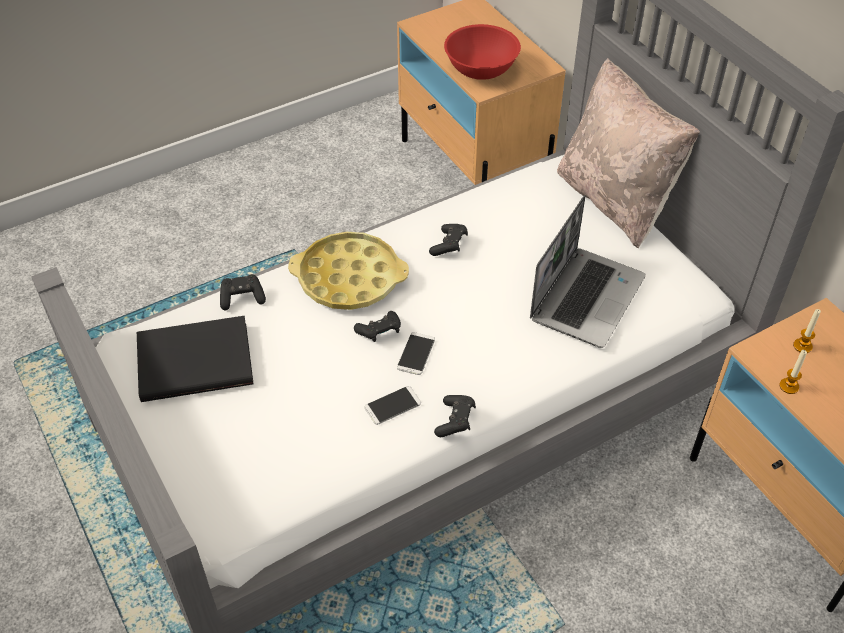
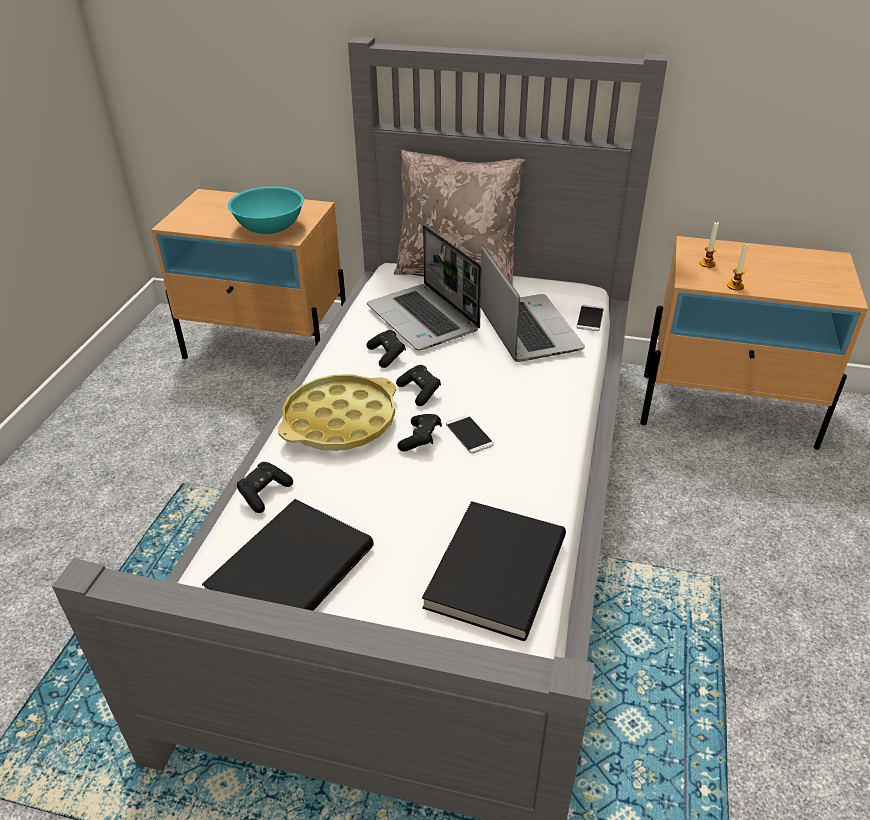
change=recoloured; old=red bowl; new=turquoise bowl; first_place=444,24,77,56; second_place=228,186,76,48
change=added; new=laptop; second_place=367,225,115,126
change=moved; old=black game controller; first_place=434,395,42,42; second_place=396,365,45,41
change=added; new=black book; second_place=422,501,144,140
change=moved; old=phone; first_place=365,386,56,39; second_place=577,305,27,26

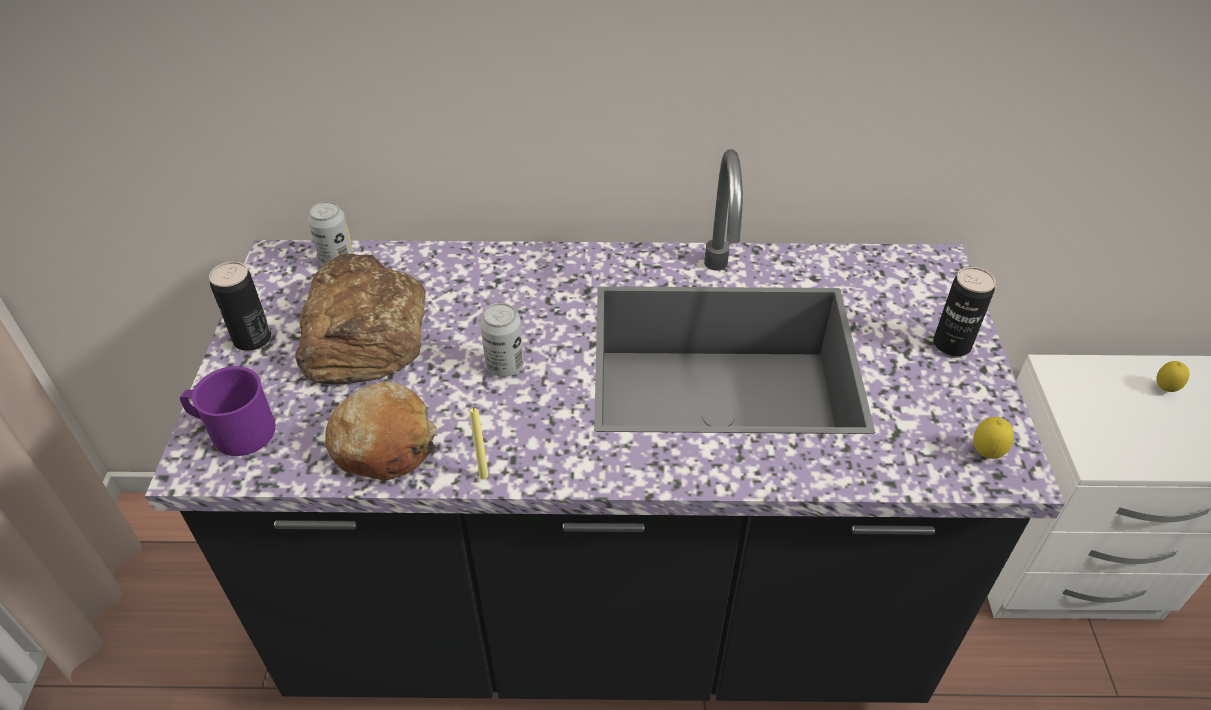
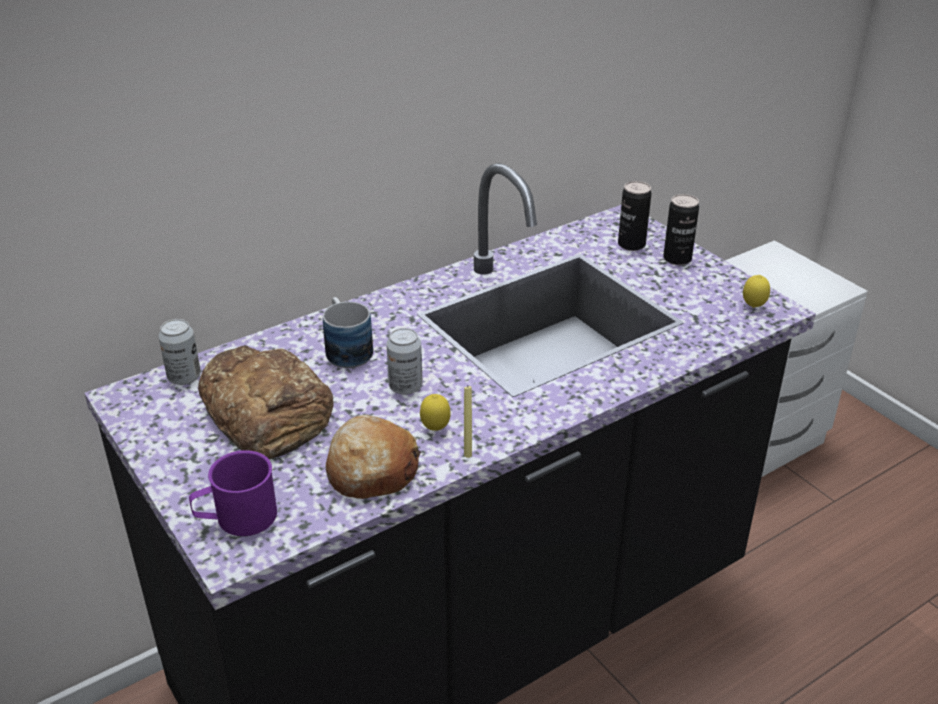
change=added; new=mug; second_place=323,297,50,71
change=moved; old=lemon; first_place=1156,361,33,31; second_place=420,394,31,37
change=moved; old=can; first_place=209,262,62,89; second_place=618,181,33,70

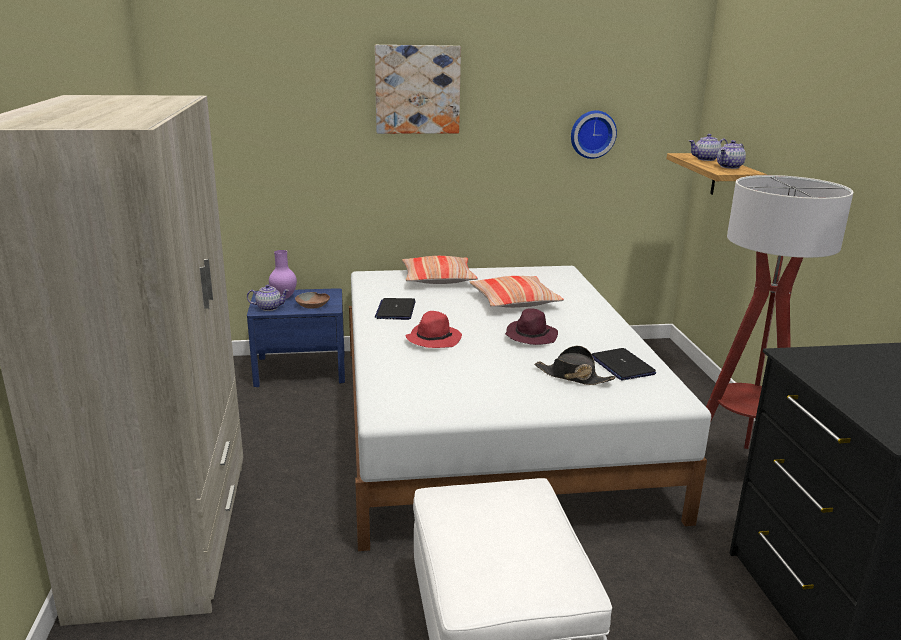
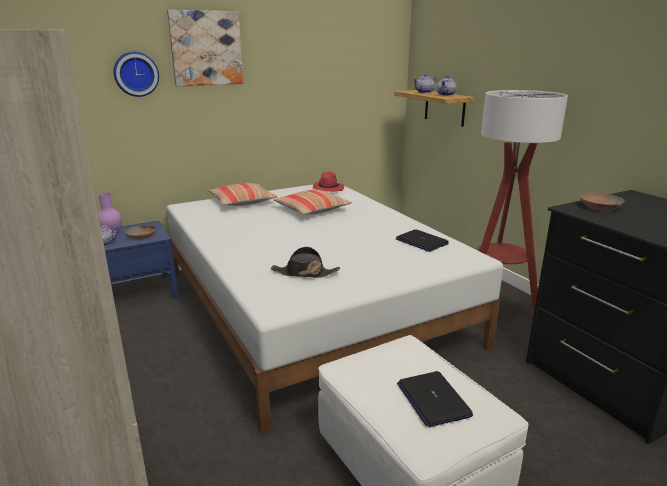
change=moved; old=wall clock; first_place=571,111,46,48; second_place=114,52,45,45
change=moved; old=black hat; first_place=535,346,80,39; second_place=271,247,69,31
change=moved; old=red hat; first_place=405,311,57,37; second_place=313,172,31,20
change=moved; old=laptop; first_place=375,298,41,22; second_place=397,371,76,56
change=added; new=brown bowl; second_place=580,193,45,18
change=removed; old=purple hat; first_place=505,308,53,37

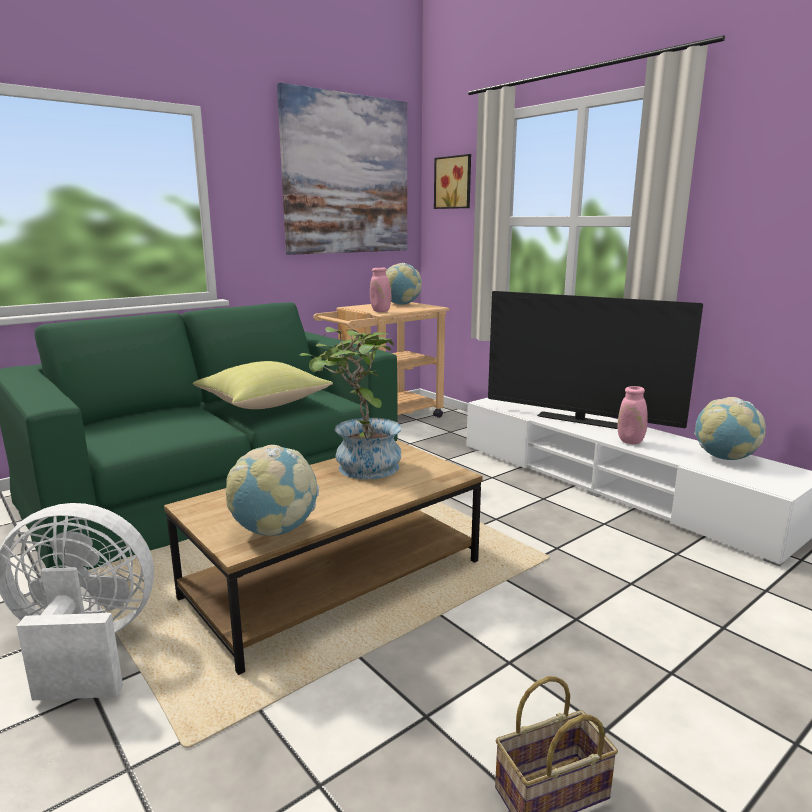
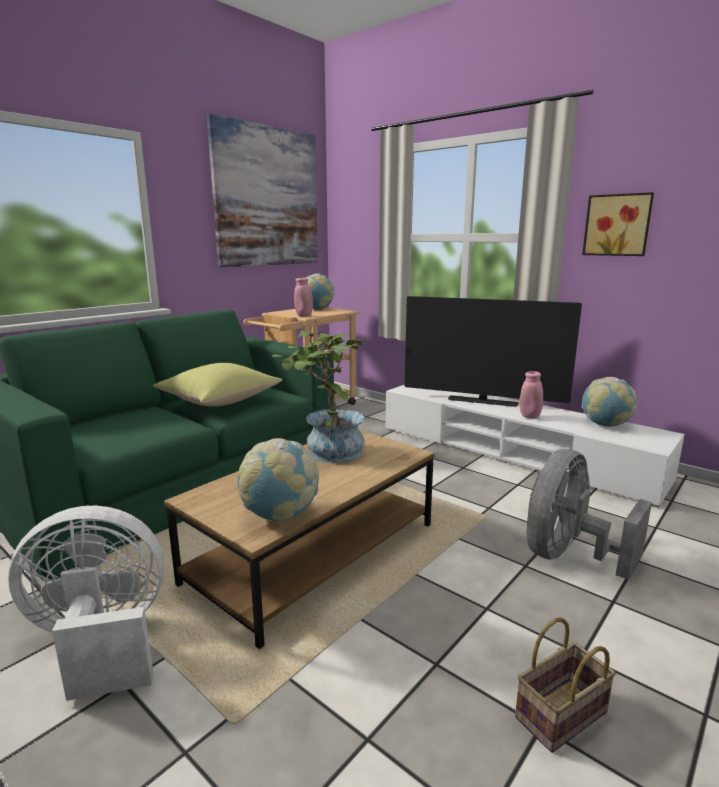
change=added; new=grey fan; second_place=527,449,125,131
change=moved; old=picture; first_place=434,154,37,55; second_place=582,192,72,64

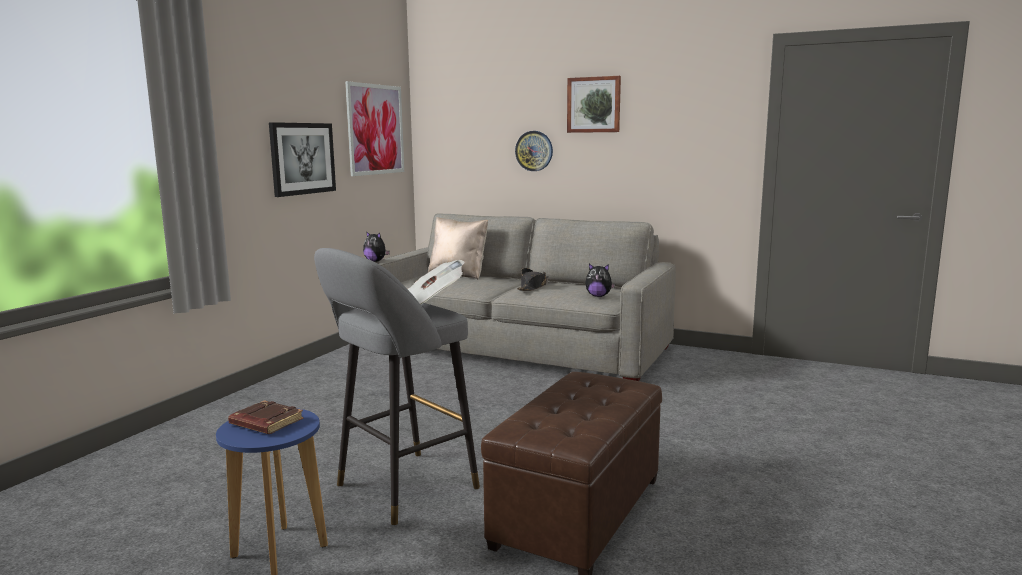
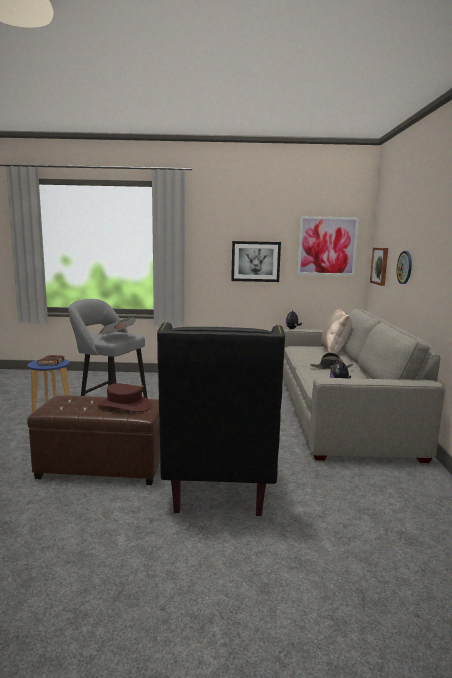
change=added; new=brown hat; second_place=97,383,55,29
change=added; new=black armchair; second_place=157,322,128,194
change=moved; old=picture; first_place=567,76,54,57; second_place=370,247,18,39

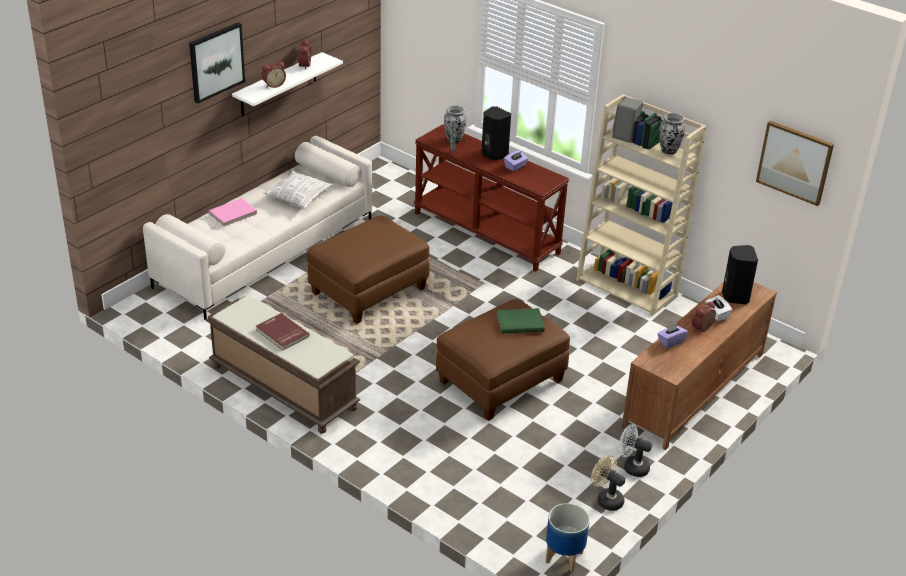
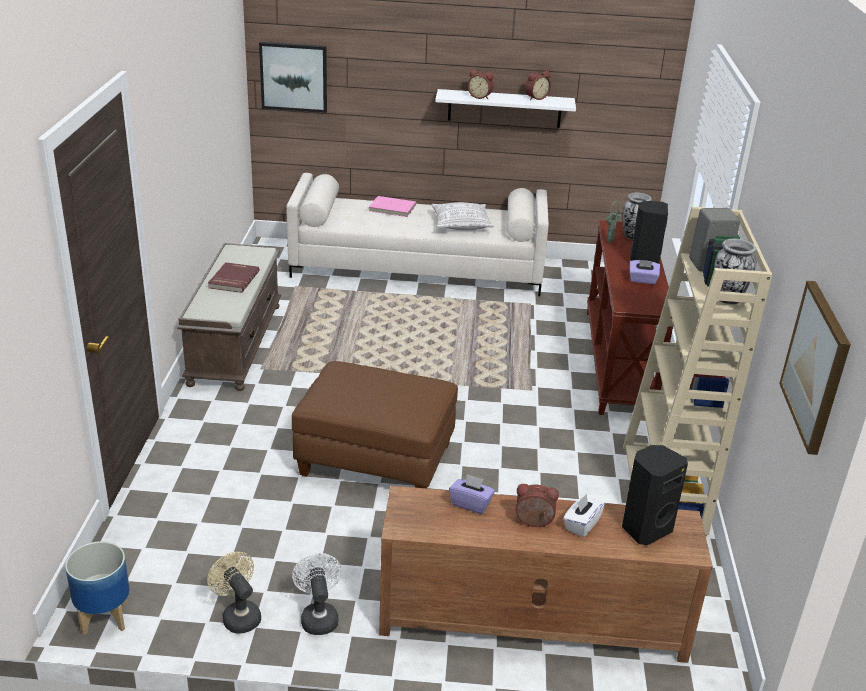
change=turned; old=beige fan; first_place=591,455,34,56; second_place=207,552,54,81; degrees=-45
change=moved; old=picture; first_place=189,23,56,80; second_place=259,42,68,71
change=removed; old=brown ottoman; first_place=307,216,123,108
change=removed; old=green book; first_place=497,308,48,26

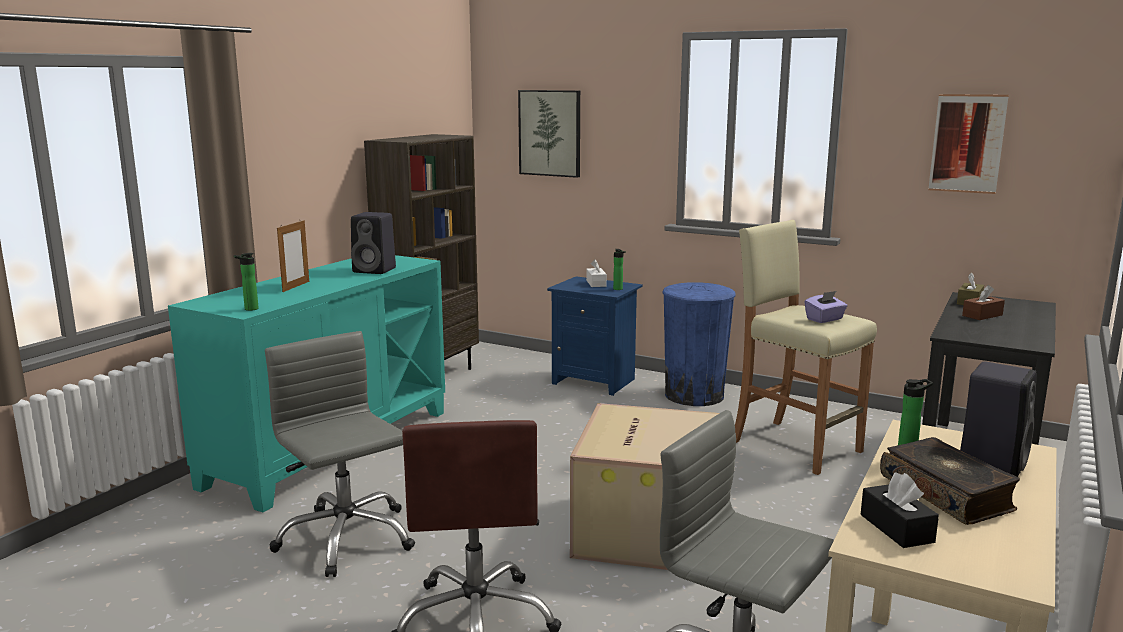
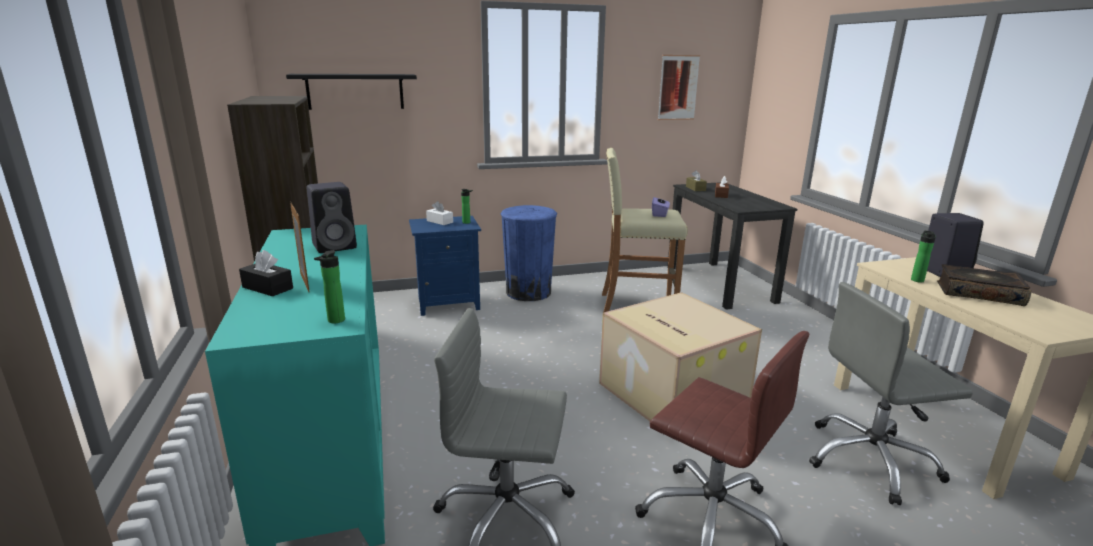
change=moved; old=black tissue box; first_place=861,473,78,75; second_place=239,250,54,46
change=replaced; old=picture; new=black shelf; first_place=518,90,62,88; second_place=286,74,131,36

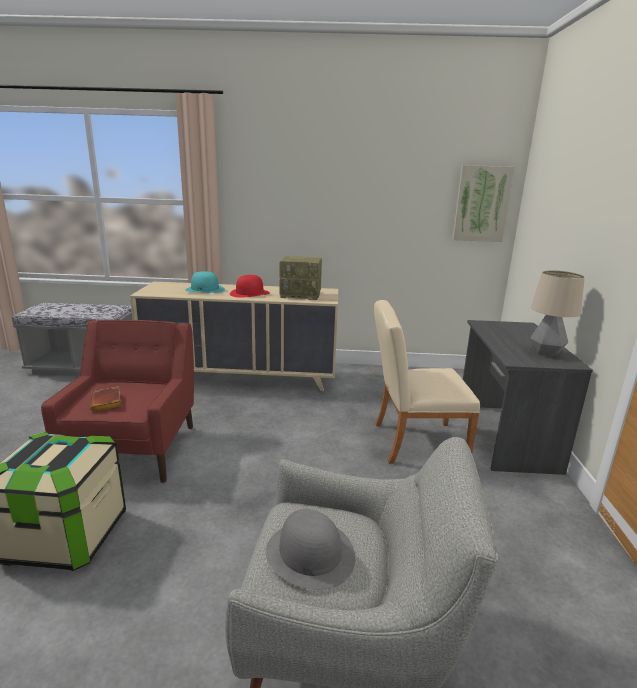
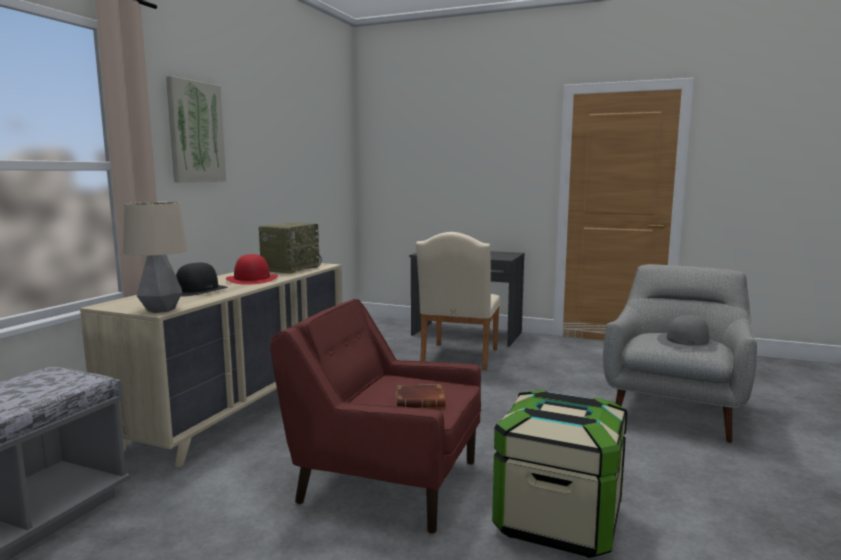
change=moved; old=table lamp; first_place=530,270,55,87; second_place=123,202,65,111
change=moved; old=picture; first_place=452,165,62,77; second_place=166,76,60,106
change=recoloured; old=turquoise hat; new=black hat; first_place=185,271,40,22; second_place=176,263,52,34

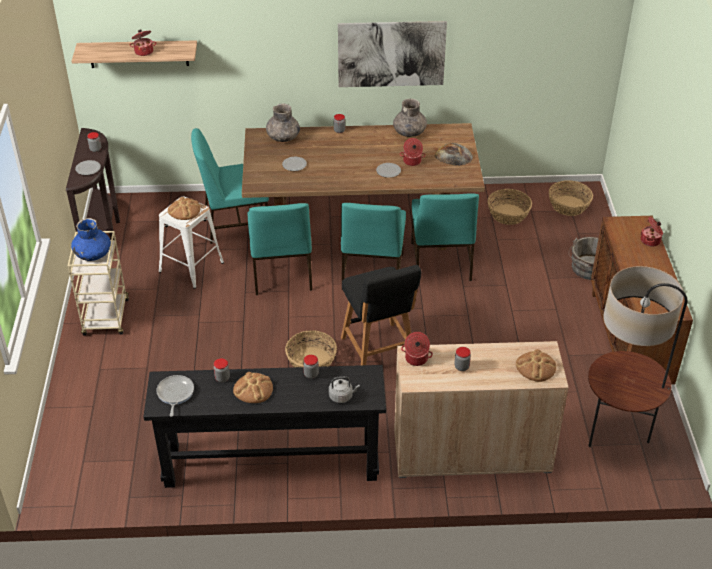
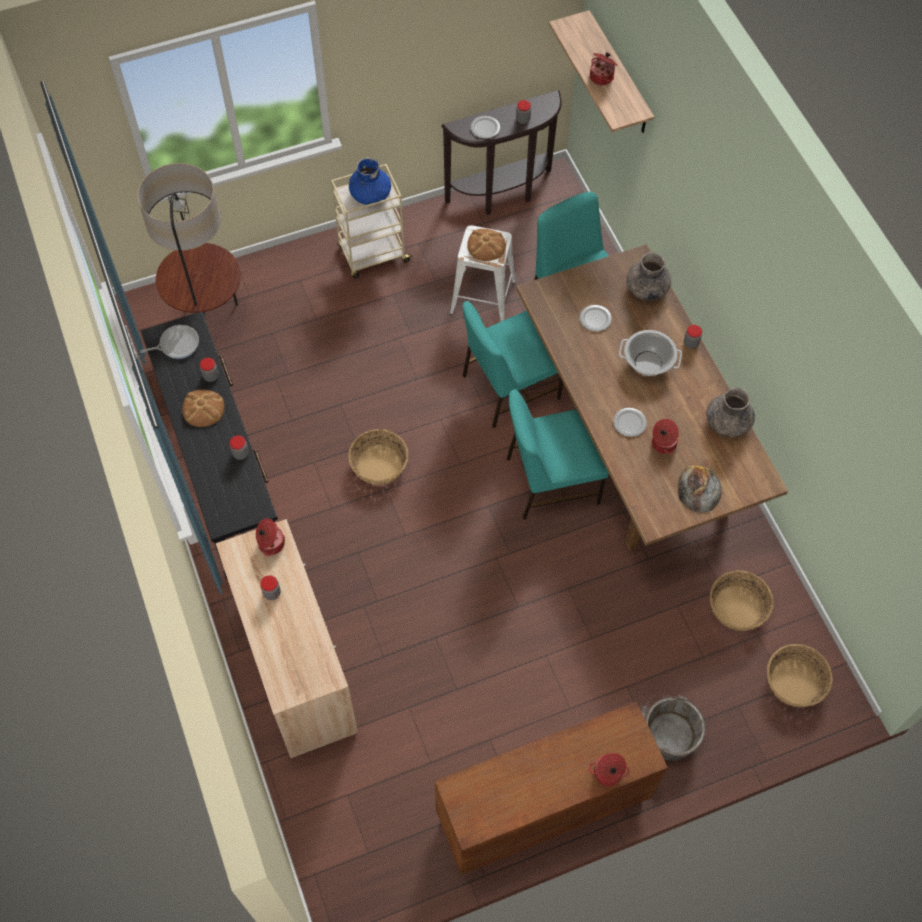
change=moved; old=floor lamp; first_place=588,266,99,181; second_place=138,163,103,155
change=added; new=cooking pot; second_place=619,330,63,46
change=removed; old=grey kettle; first_place=329,376,31,27
change=removed; old=picture; first_place=338,21,109,66
change=removed; old=black stool; first_place=341,265,81,100
change=removed; old=turquoise chair; first_place=411,193,68,88
change=removed; old=bread; first_place=516,349,40,33

